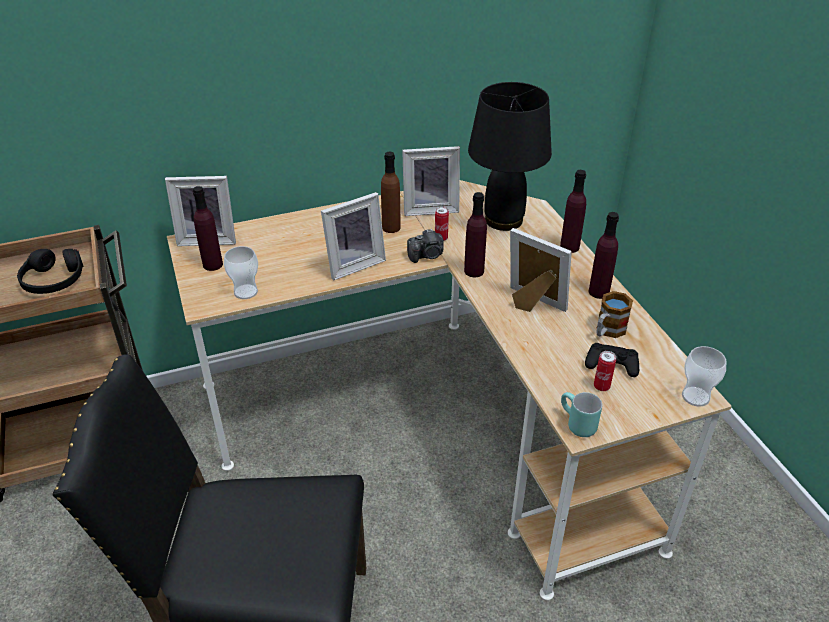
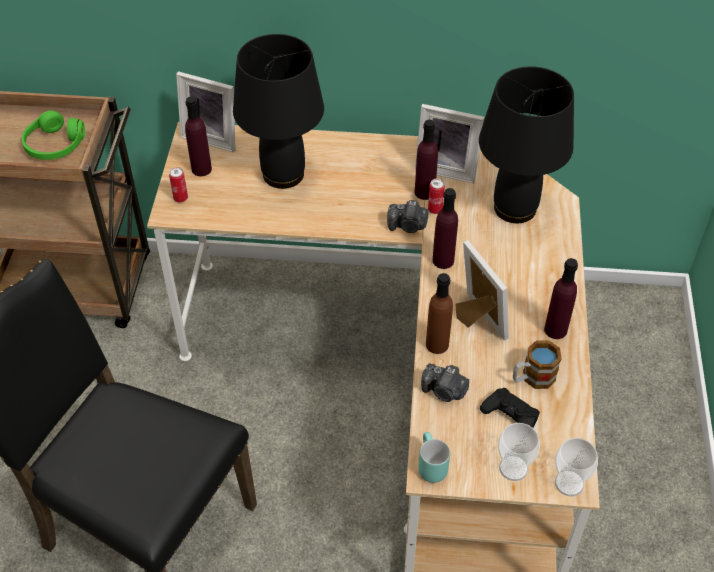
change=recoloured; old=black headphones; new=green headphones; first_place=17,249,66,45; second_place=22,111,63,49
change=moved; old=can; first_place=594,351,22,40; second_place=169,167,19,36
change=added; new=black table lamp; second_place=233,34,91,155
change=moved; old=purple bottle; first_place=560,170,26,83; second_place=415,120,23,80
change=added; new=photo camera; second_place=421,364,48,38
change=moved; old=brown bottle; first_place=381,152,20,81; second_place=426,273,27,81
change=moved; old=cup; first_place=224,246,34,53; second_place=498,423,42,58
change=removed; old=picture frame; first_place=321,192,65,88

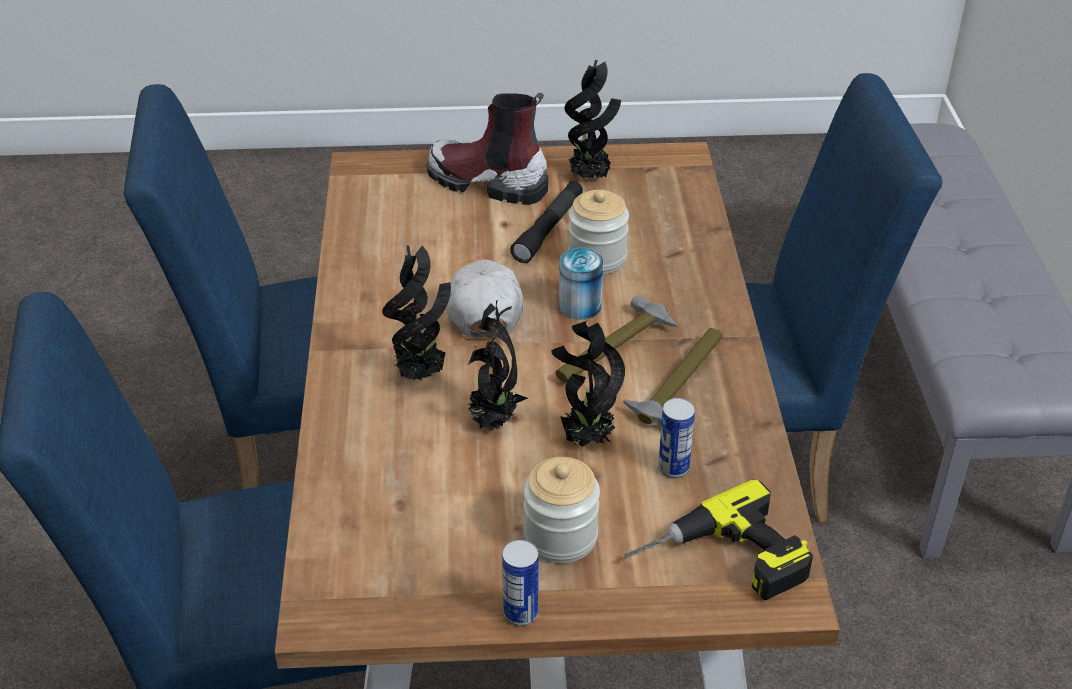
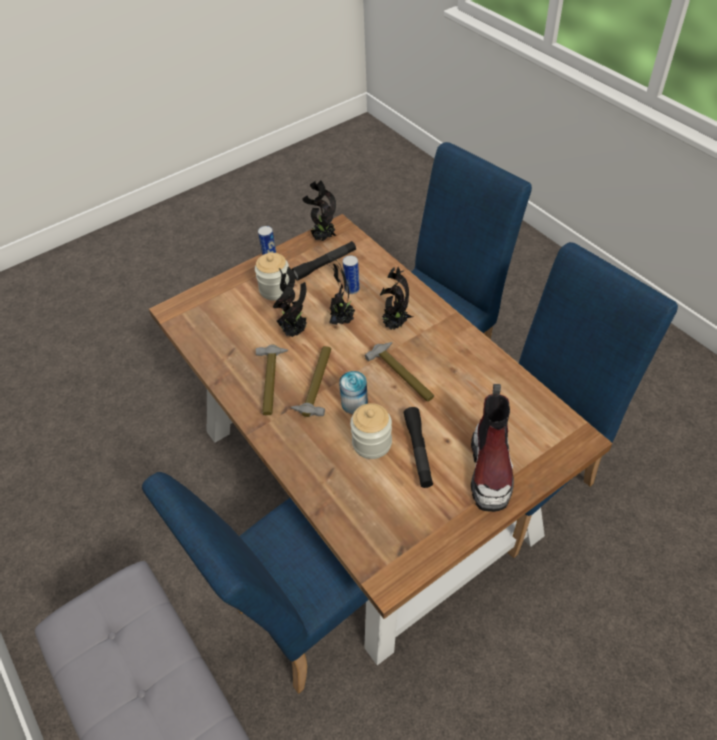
change=added; new=black flashlight; second_place=292,241,64,40
change=moved; old=potted plant; first_place=565,59,56,120; second_place=302,181,35,60
change=moved; old=can; first_place=658,398,37,80; second_place=343,255,17,39
change=replaced; old=white cap; new=hammer; first_place=447,259,77,79; second_place=365,342,69,60
change=turned; old=boot; first_place=427,93,122,112; second_place=471,384,43,128; degrees=105
change=removed; old=power drill; first_place=624,480,189,120

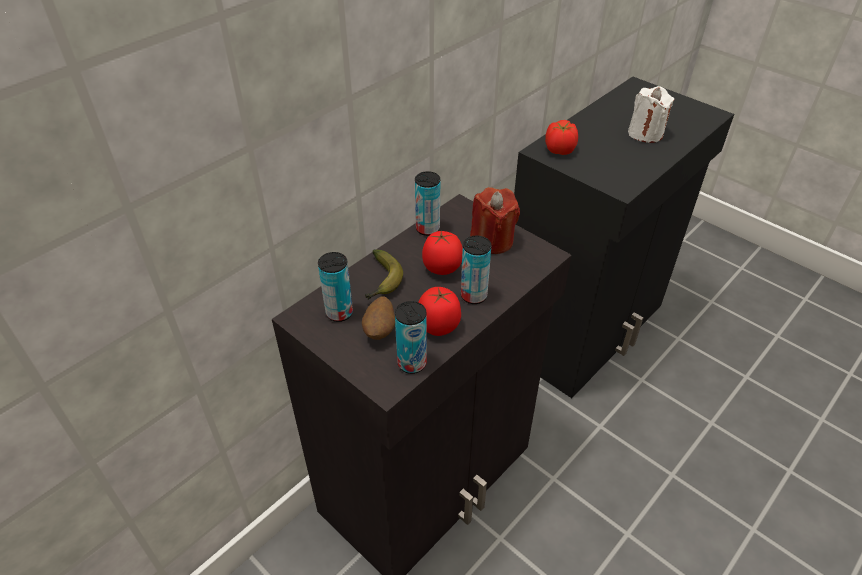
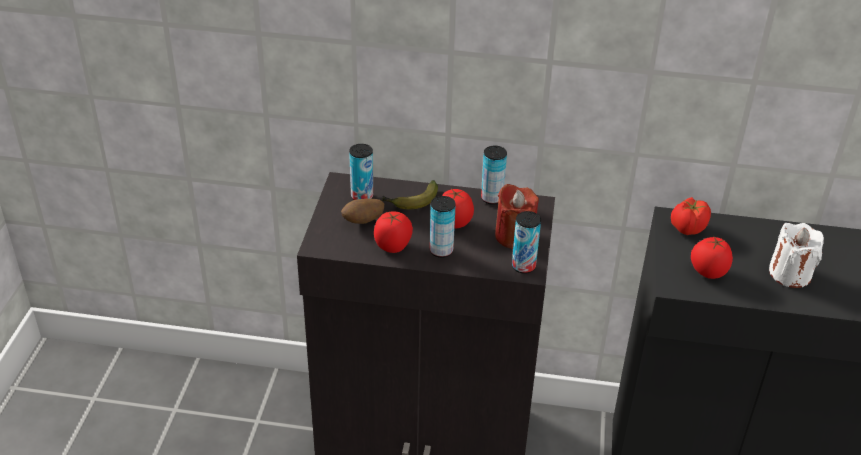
change=moved; old=can; first_place=395,301,32,73; second_place=512,211,29,63
change=added; new=tomato; second_place=691,237,42,42

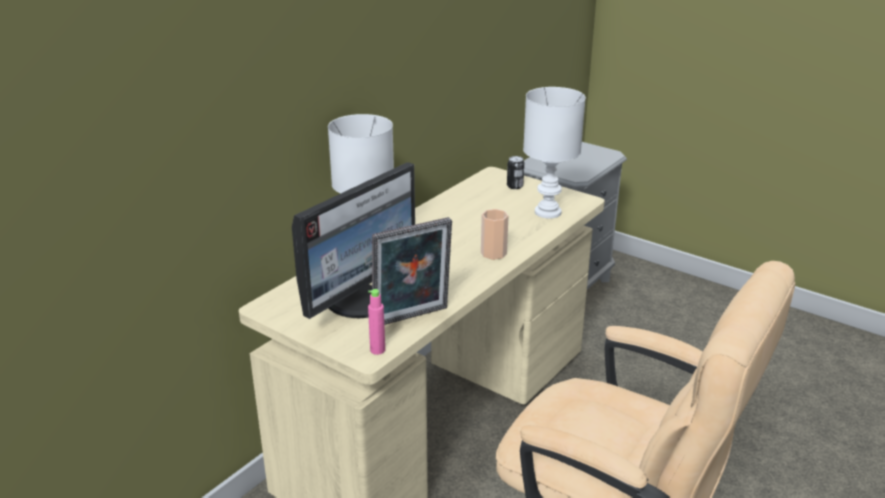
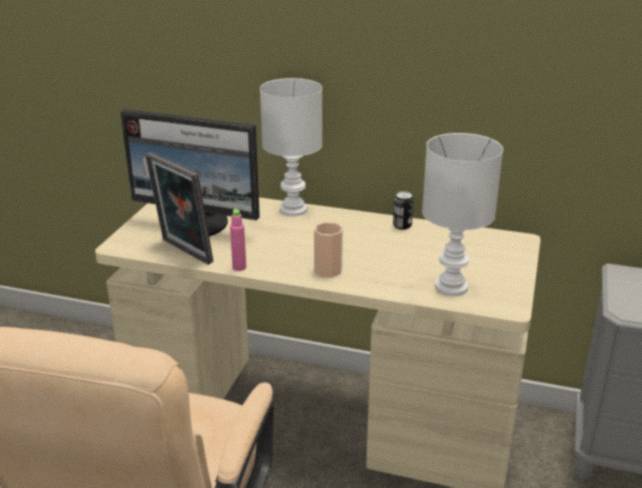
change=moved; old=pink bottle; first_place=368,289,17,66; second_place=230,208,16,63
change=moved; old=can; first_place=507,156,17,33; second_place=393,191,21,39

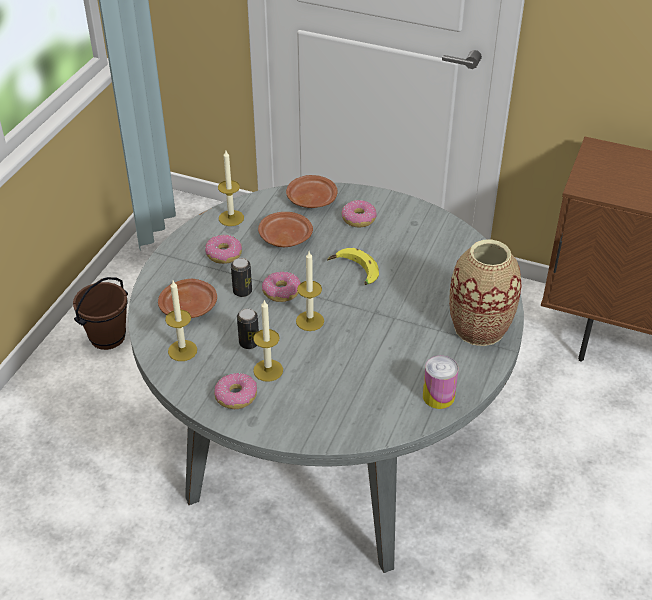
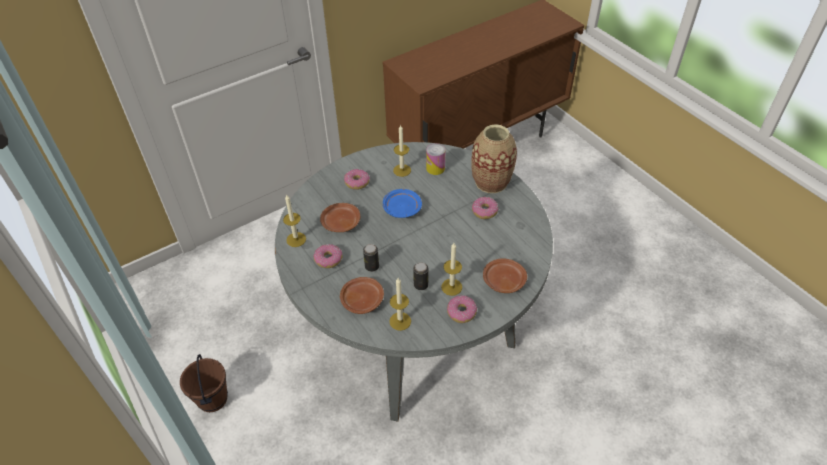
change=replaced; old=banana; new=blue plate; first_place=327,248,52,37; second_place=383,189,39,29
change=moved; old=candle; first_place=296,251,28,80; second_place=393,124,18,53
change=moved; old=can; first_place=423,356,35,53; second_place=426,143,20,32
change=moved; old=donut; first_place=262,271,39,31; second_place=472,197,27,22
change=moved; old=brown plate; first_place=286,175,52,33; second_place=483,259,44,34

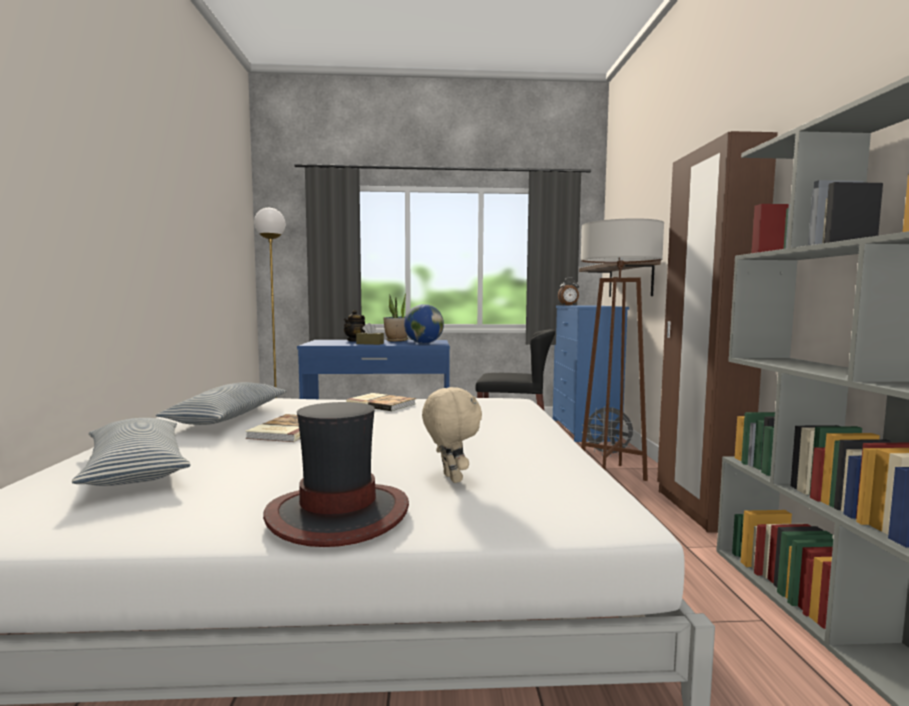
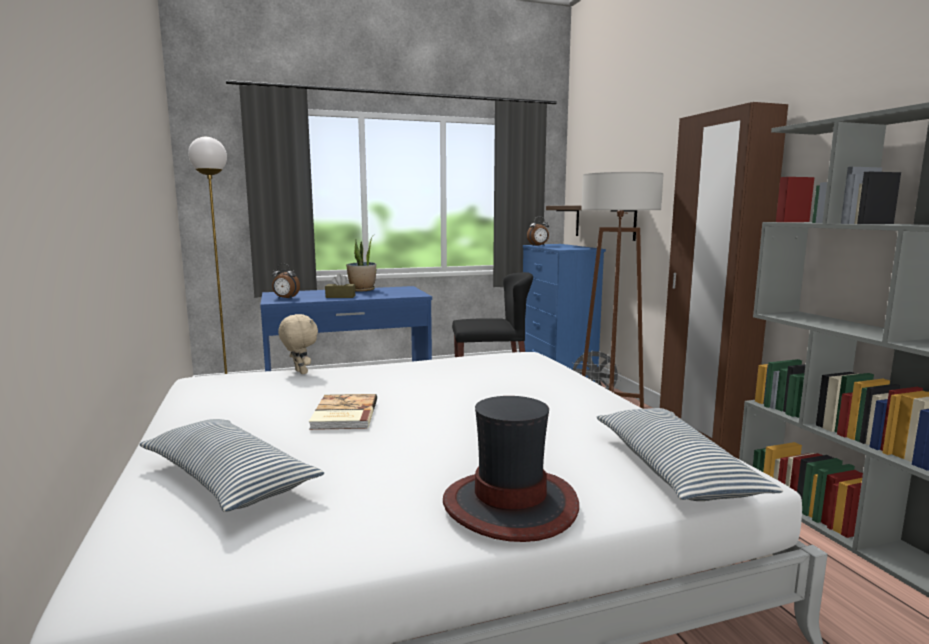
change=added; new=alarm clock; second_place=272,264,28,35
change=moved; old=beige plush toy; first_place=422,387,60,96; second_place=278,314,40,60
change=moved; old=pillow; first_place=156,382,130,43; second_place=597,408,186,93
change=removed; old=teapot; first_place=344,310,21,32
change=removed; old=book; first_place=346,393,70,18
change=removed; old=globe; first_place=404,304,40,40

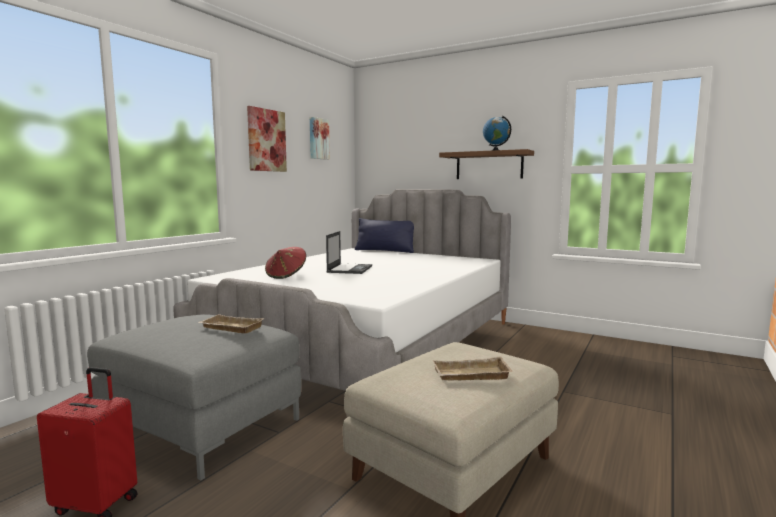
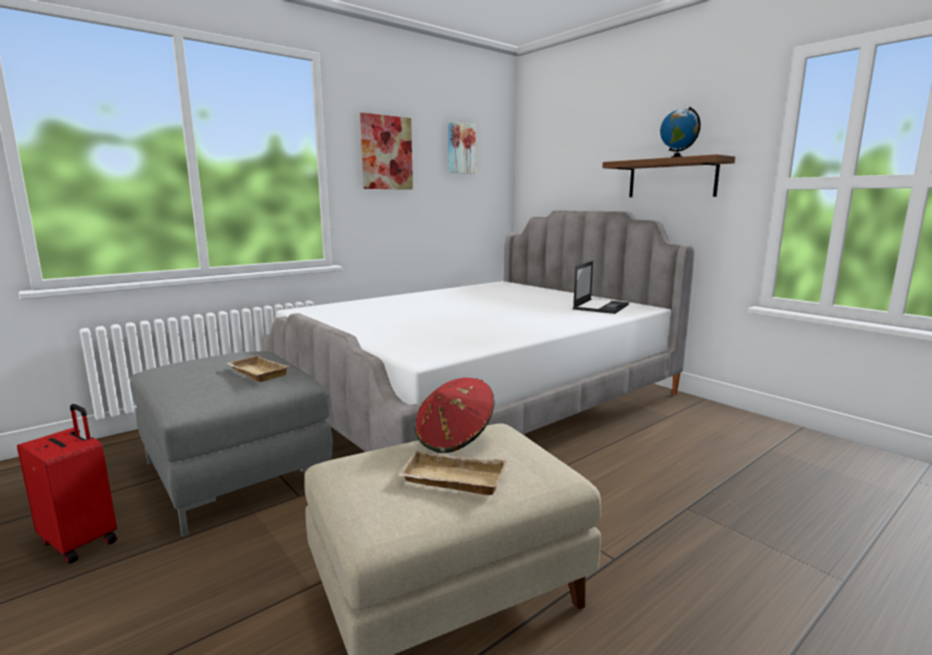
change=moved; old=red hat; first_place=265,247,41,32; second_place=415,378,79,75
change=moved; old=laptop; first_place=326,231,46,43; second_place=573,261,56,53
change=removed; old=blue pillow; first_place=355,218,59,35

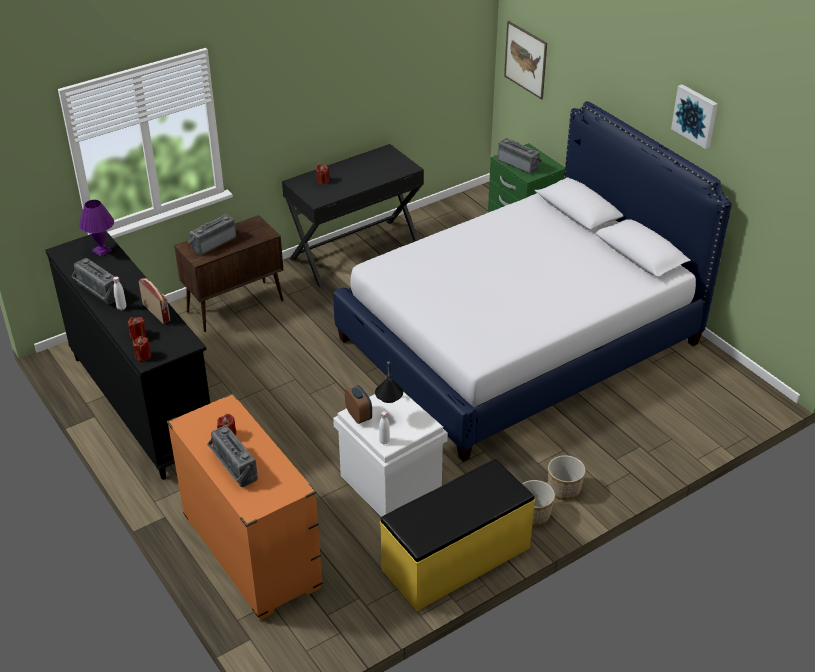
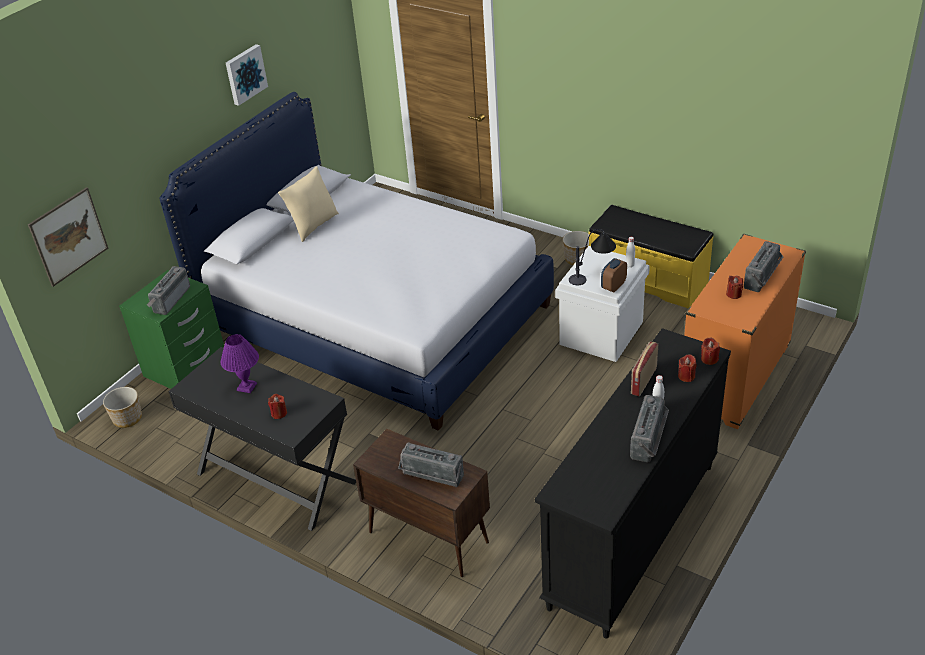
change=moved; old=planter; first_place=548,455,38,45; second_place=103,387,39,41
change=moved; old=purple table lamp; first_place=79,200,35,57; second_place=221,334,38,59
change=added; new=beige pillow; second_place=278,166,61,76

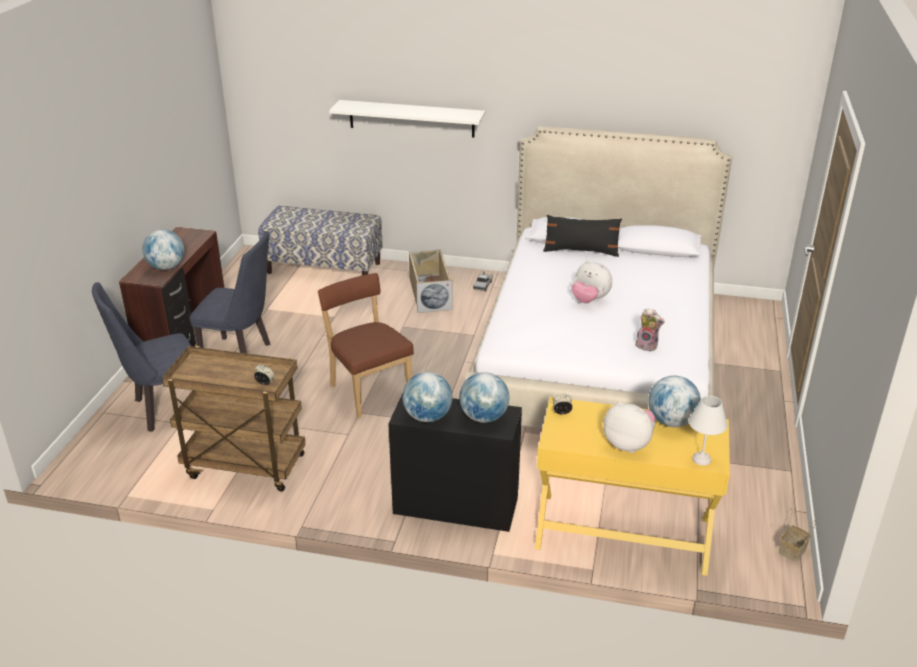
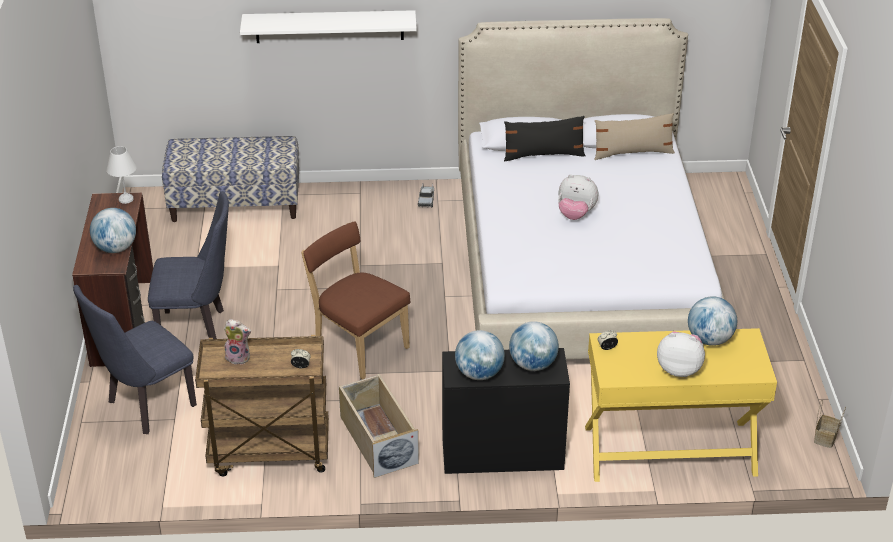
change=moved; old=white table lamp; first_place=689,396,38,70; second_place=106,146,31,58
change=moved; old=plush toy; first_place=635,308,30,44; second_place=224,319,27,46
change=moved; old=beige storage box; first_place=409,249,44,64; second_place=339,374,80,104
change=added; new=beige pillow; second_place=594,113,81,47

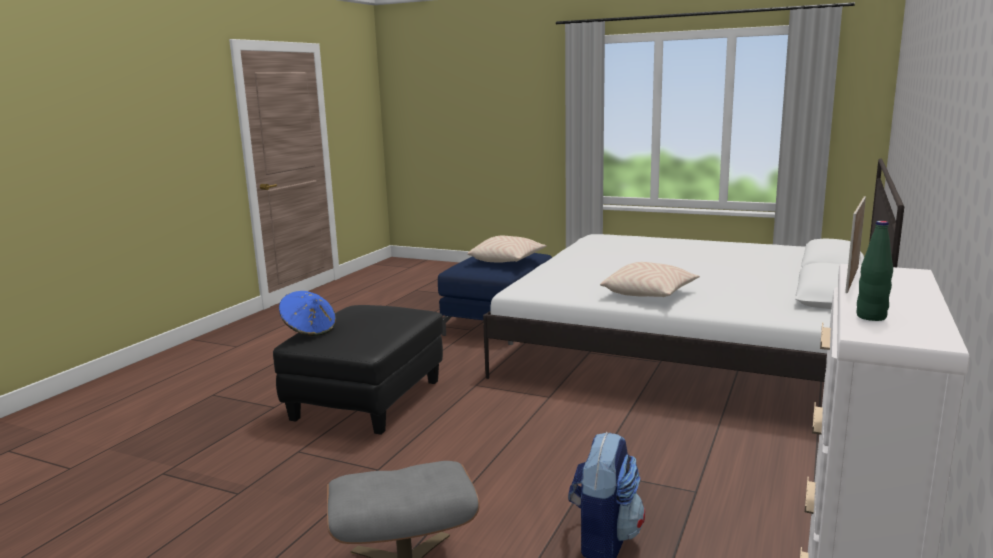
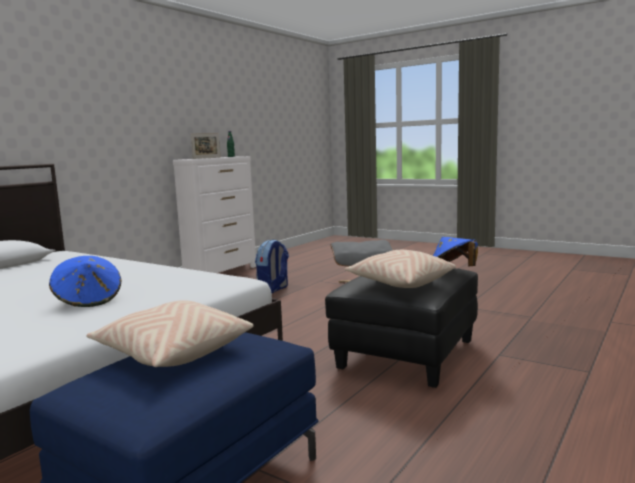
change=added; new=blue hat; second_place=49,256,72,51
change=moved; old=beige pillow; first_place=600,262,100,35; second_place=345,250,111,38

